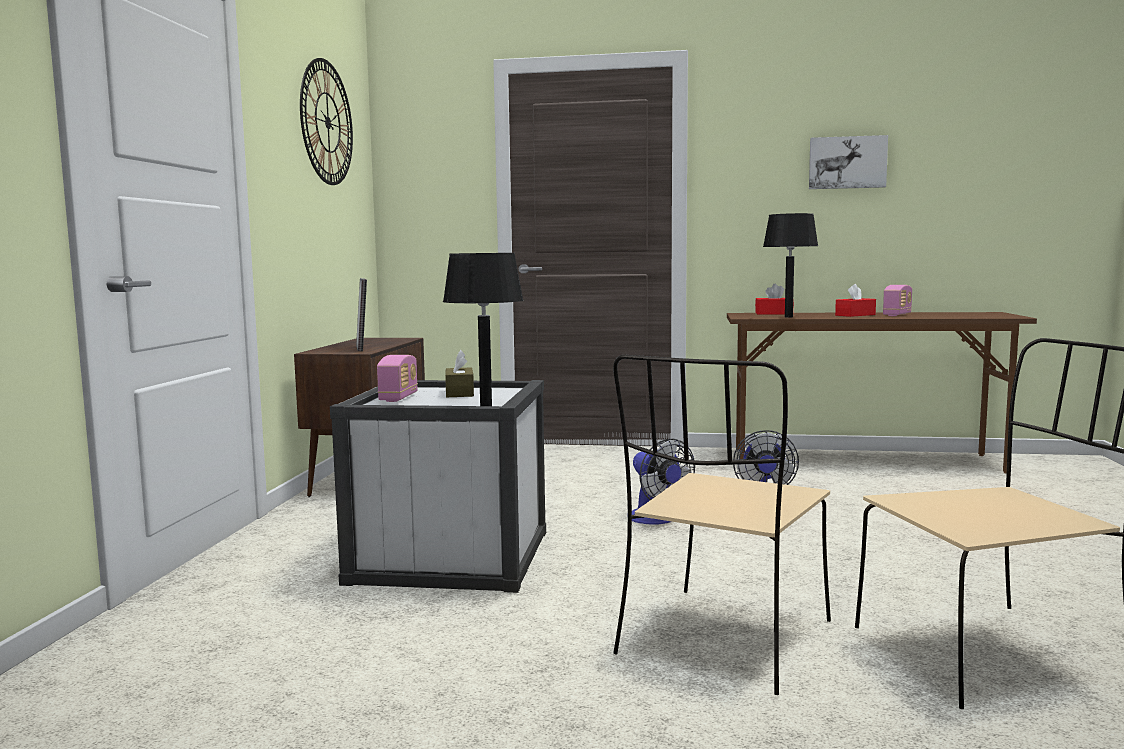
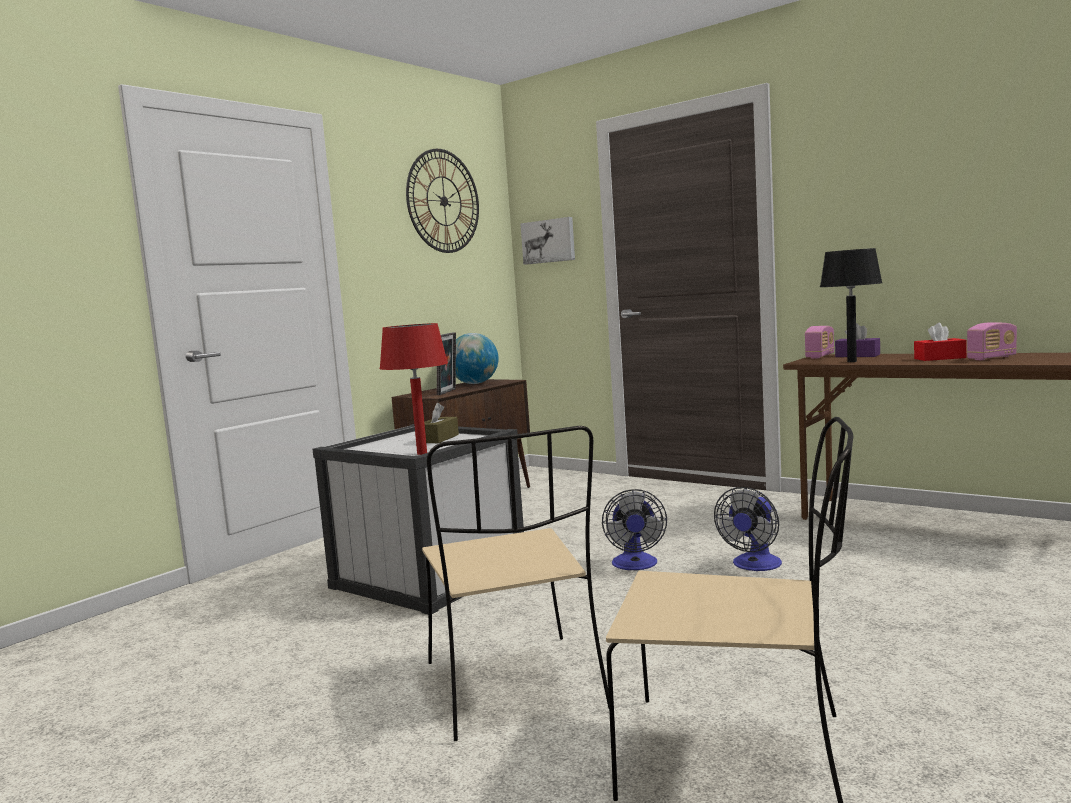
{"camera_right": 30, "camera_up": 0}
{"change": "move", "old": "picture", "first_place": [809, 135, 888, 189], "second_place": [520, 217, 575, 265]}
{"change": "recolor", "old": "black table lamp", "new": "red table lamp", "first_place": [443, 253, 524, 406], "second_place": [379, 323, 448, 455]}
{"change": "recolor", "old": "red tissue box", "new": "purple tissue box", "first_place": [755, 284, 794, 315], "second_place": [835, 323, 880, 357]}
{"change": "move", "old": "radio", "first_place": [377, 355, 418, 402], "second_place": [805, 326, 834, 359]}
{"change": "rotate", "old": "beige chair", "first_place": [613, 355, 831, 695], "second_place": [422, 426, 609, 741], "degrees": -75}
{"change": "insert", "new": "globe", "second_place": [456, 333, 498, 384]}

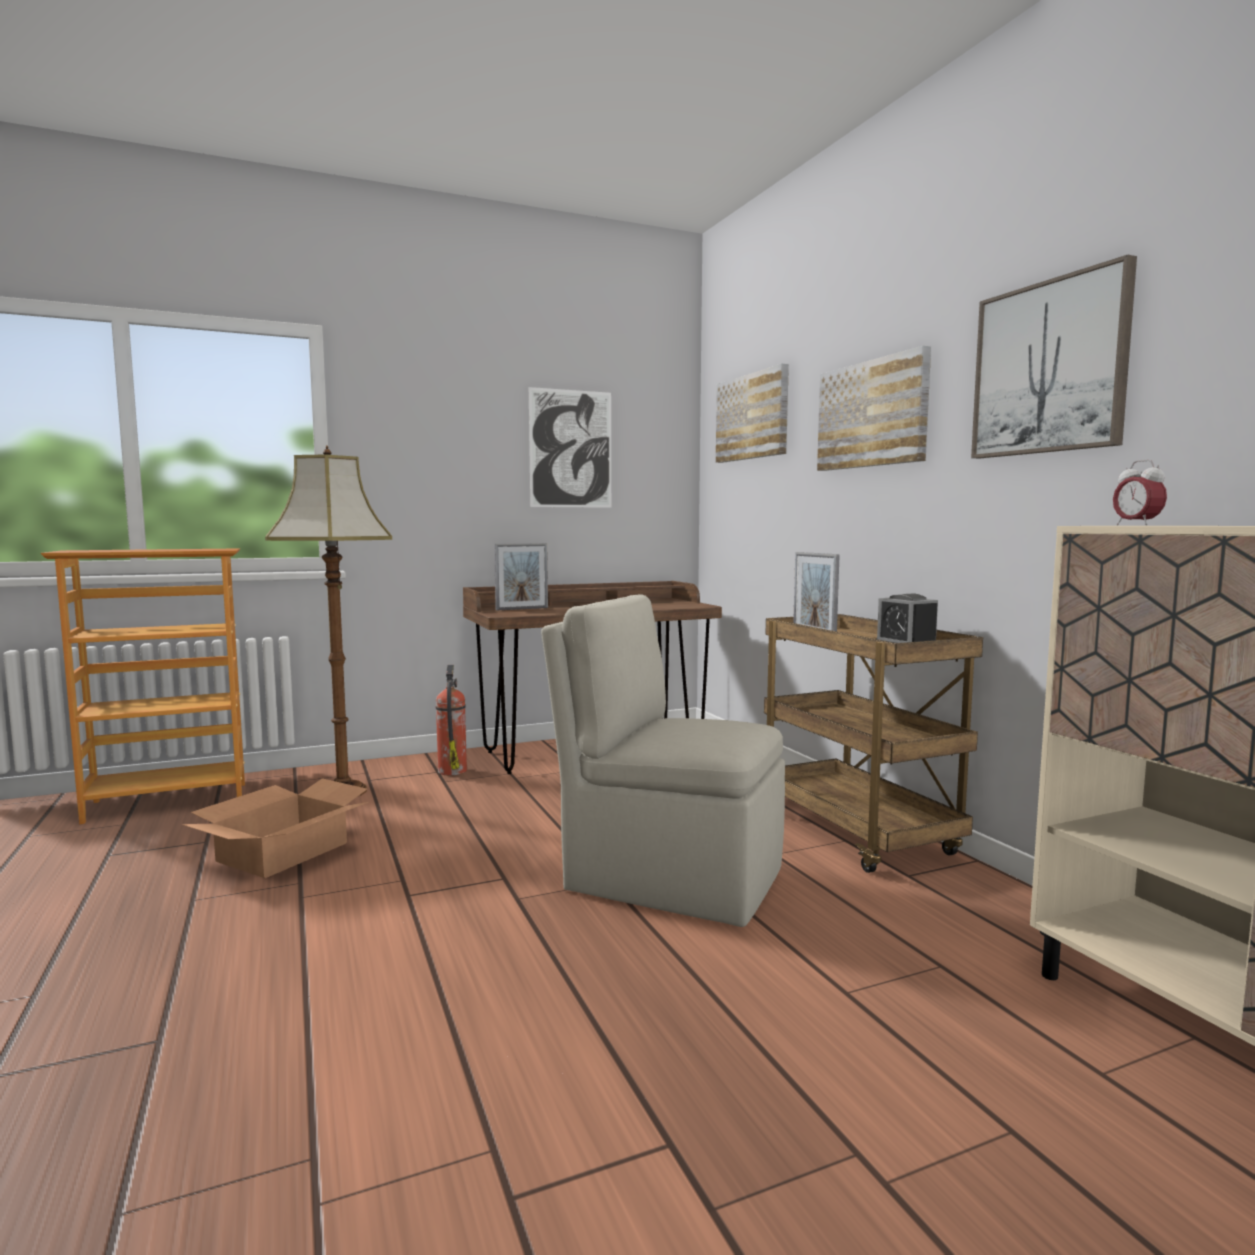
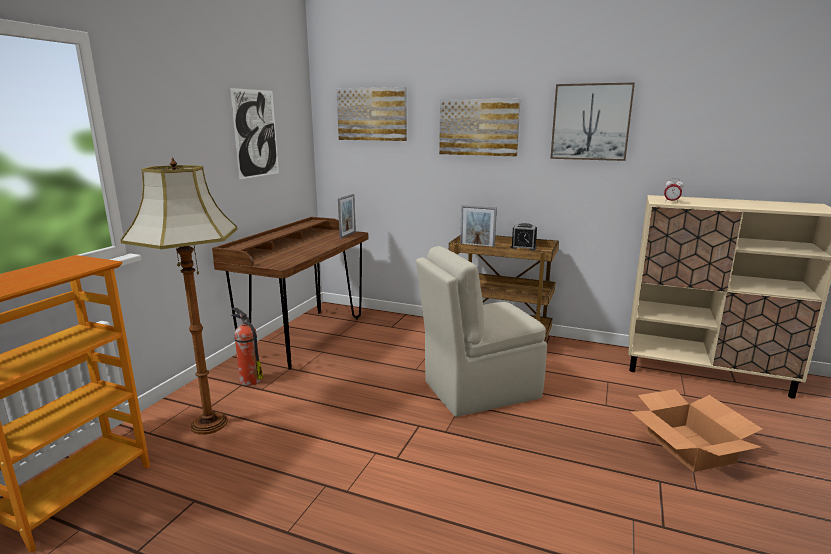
{"camera_right": -45, "camera_up": 10}
{"change": "move", "old": "picture frame", "first_place": [494, 543, 548, 610], "second_place": [338, 194, 356, 239]}
{"change": "move", "old": "cardboard box", "first_place": [181, 778, 368, 878], "second_place": [631, 389, 762, 472]}

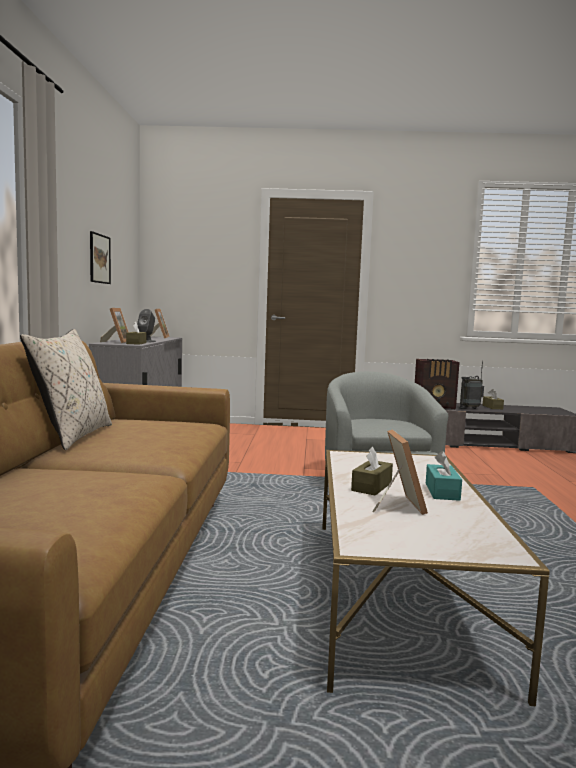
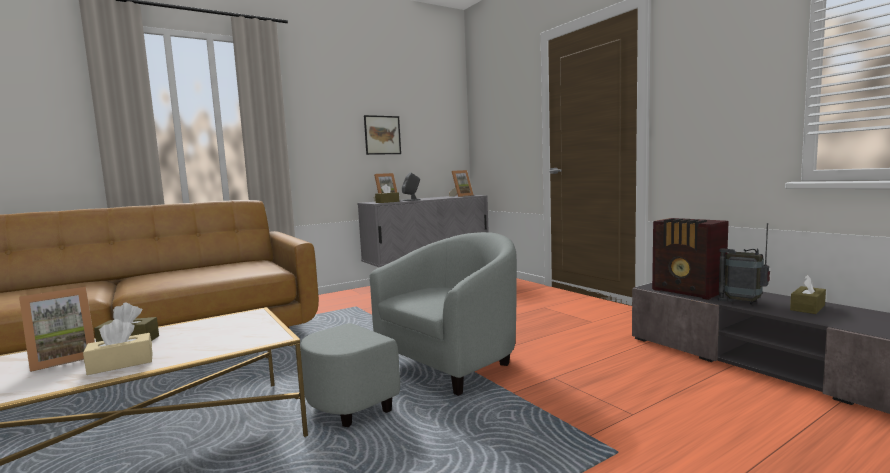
{"camera_right": 55, "camera_up": 0}
{"change": "delete", "old": "beige pillow", "first_place": [20, 329, 112, 450]}
{"change": "recolor", "old": "turquoise tissue box", "new": "beige tissue box", "first_place": [426, 451, 462, 501], "second_place": [83, 319, 153, 375]}

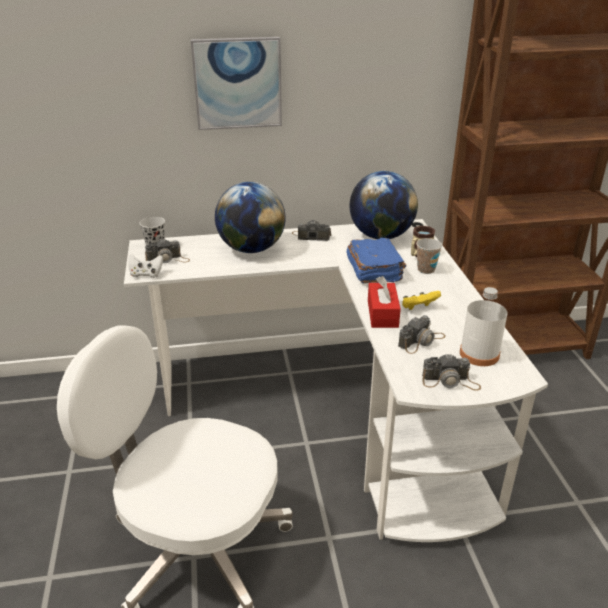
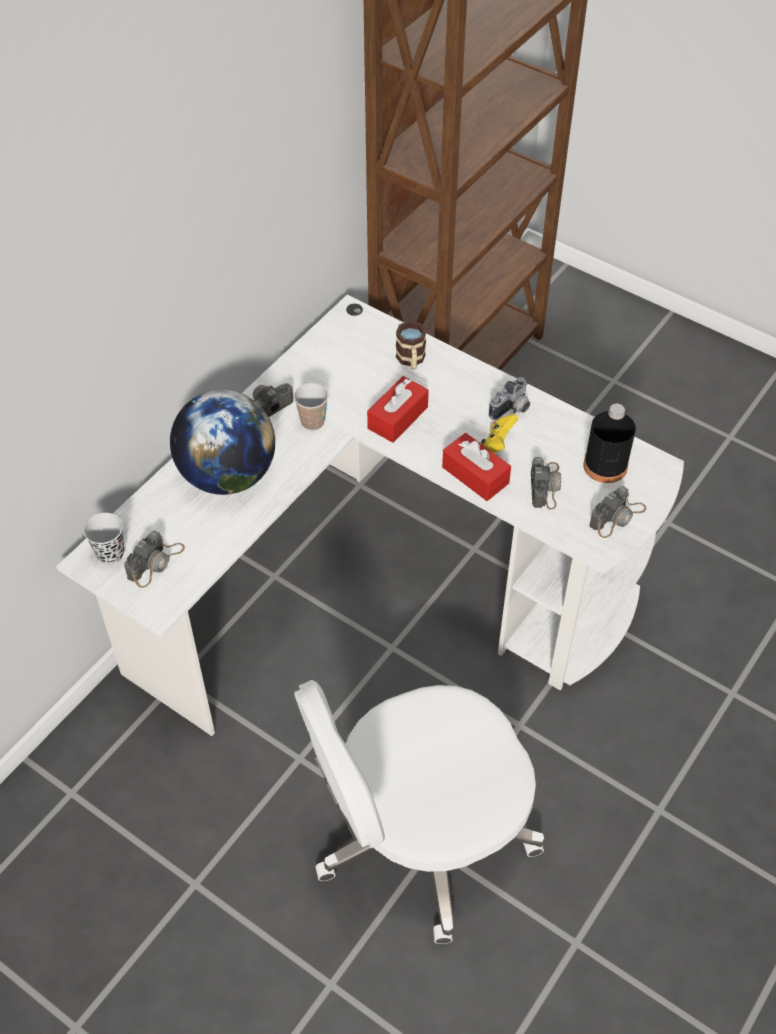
{"camera_right": -45, "camera_up": 20}
{"change": "delete", "old": "picture", "first_place": [191, 37, 282, 130]}
{"change": "delete", "old": "globe", "first_place": [350, 171, 418, 239]}
{"change": "replace", "old": "blue book", "new": "red tissue box", "first_place": [346, 238, 406, 283], "second_place": [367, 376, 429, 443]}
{"change": "move", "old": "cup", "first_place": [416, 238, 442, 274], "second_place": [294, 383, 328, 430]}
{"change": "delete", "old": "white game controller", "first_place": [128, 254, 163, 278]}
{"change": "recolor", "old": "white bottle", "new": "black bottle", "first_place": [460, 287, 507, 366], "second_place": [583, 403, 636, 483]}
{"change": "insert", "new": "photo camera", "second_place": [489, 377, 530, 420]}

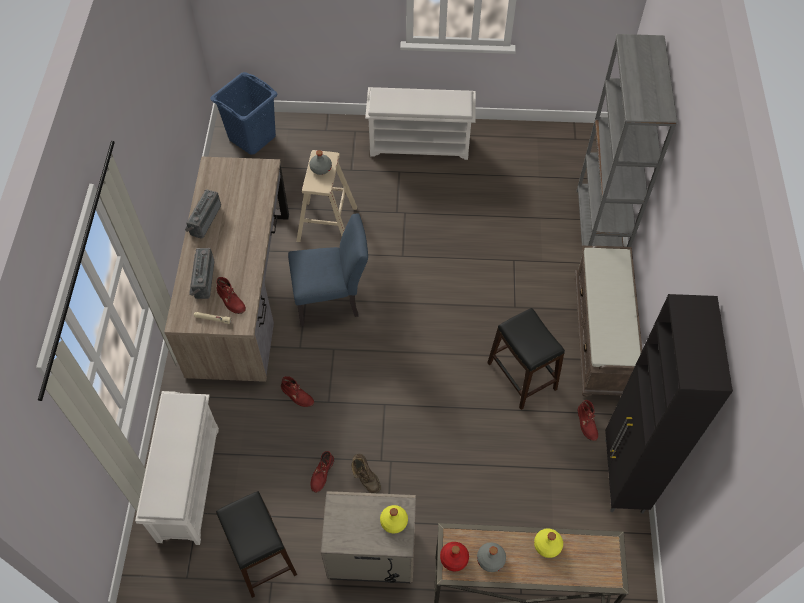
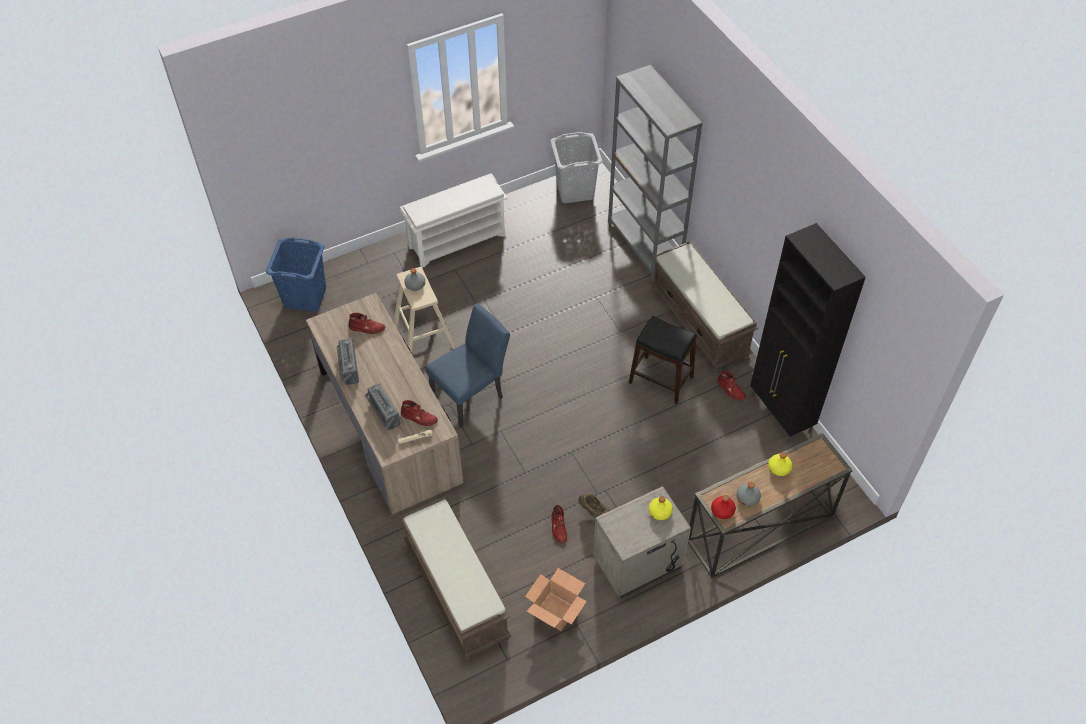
{"camera_right": -30, "camera_up": -5}
{"change": "move", "old": "red boot", "first_place": [281, 376, 314, 407], "second_place": [349, 313, 385, 334]}
{"change": "replace", "old": "white shoe rack", "new": "brown bench", "first_place": [135, 391, 219, 545], "second_place": [399, 496, 512, 660]}
{"change": "replace", "old": "black stool", "new": "cardboard box", "first_place": [216, 491, 297, 598], "second_place": [525, 568, 587, 631]}
{"change": "insert", "new": "grey laundry basket", "second_place": [551, 132, 602, 203]}

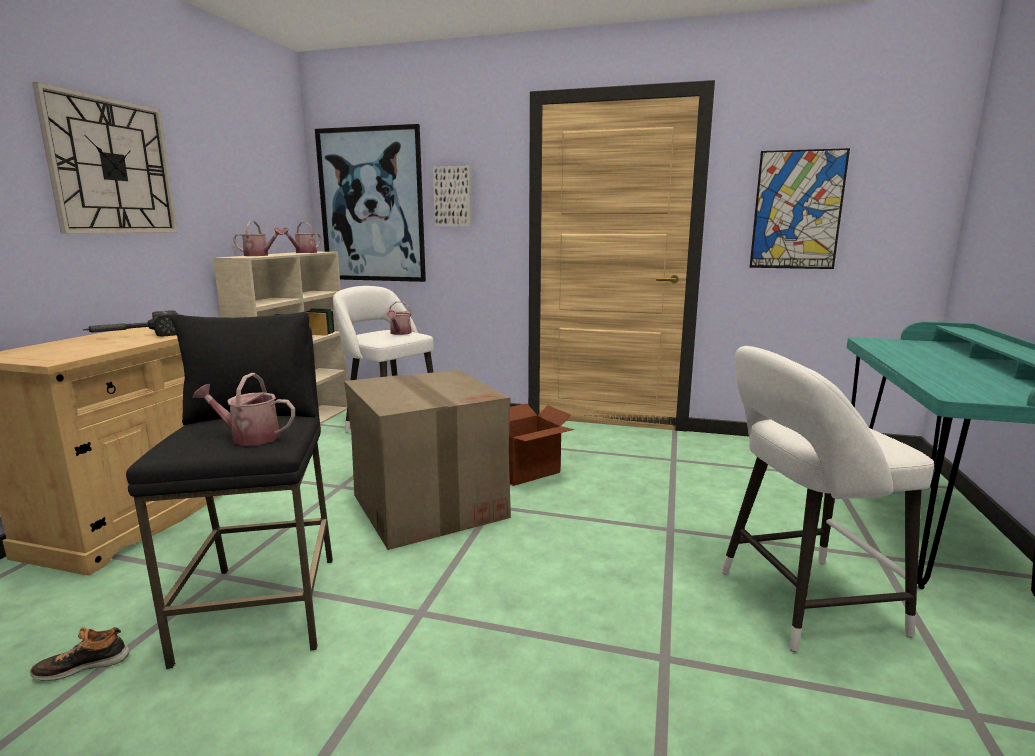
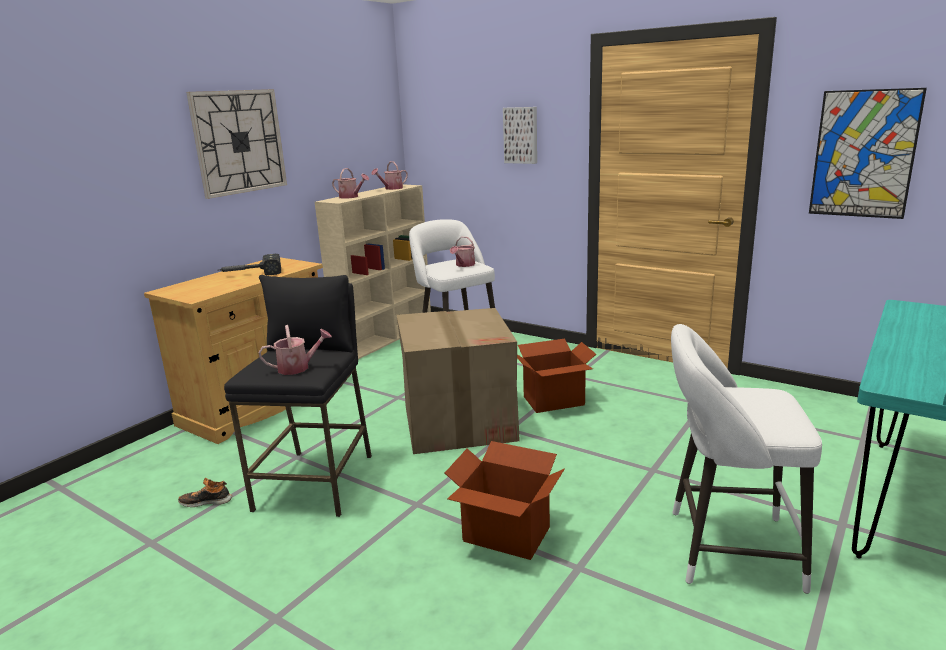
{"camera_right": 20, "camera_up": 5}
{"change": "delete", "old": "picture", "first_place": [315, 124, 426, 282]}
{"change": "rotate", "old": "watering can", "first_place": [192, 373, 295, 446], "second_place": [259, 325, 332, 375], "degrees": 135}
{"change": "insert", "new": "cardboard box", "second_place": [445, 441, 565, 560]}

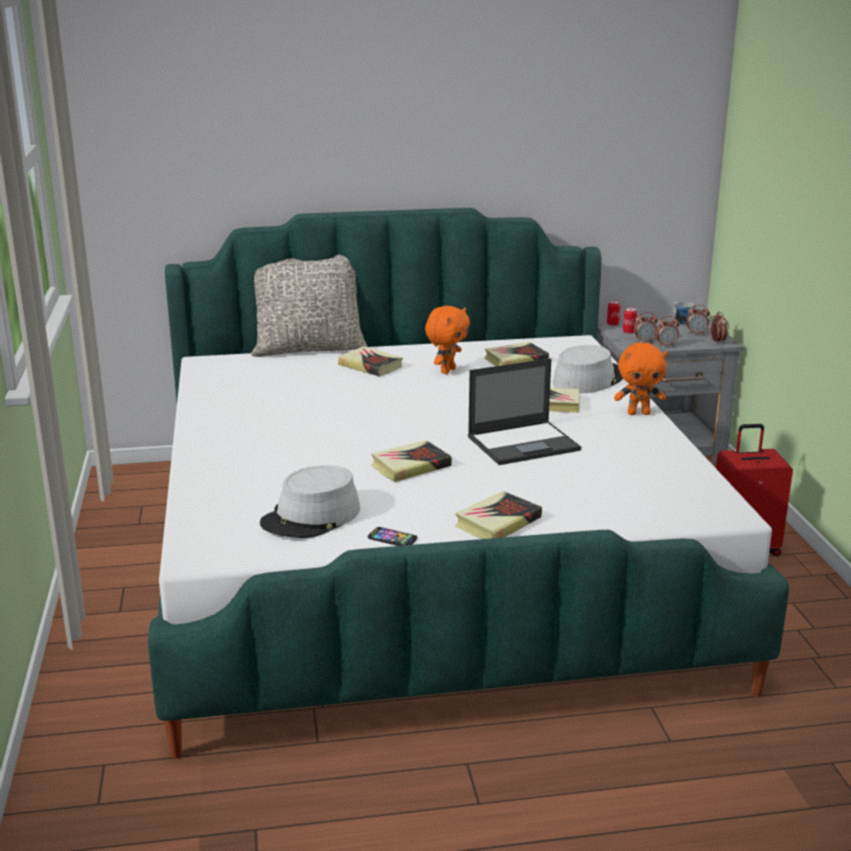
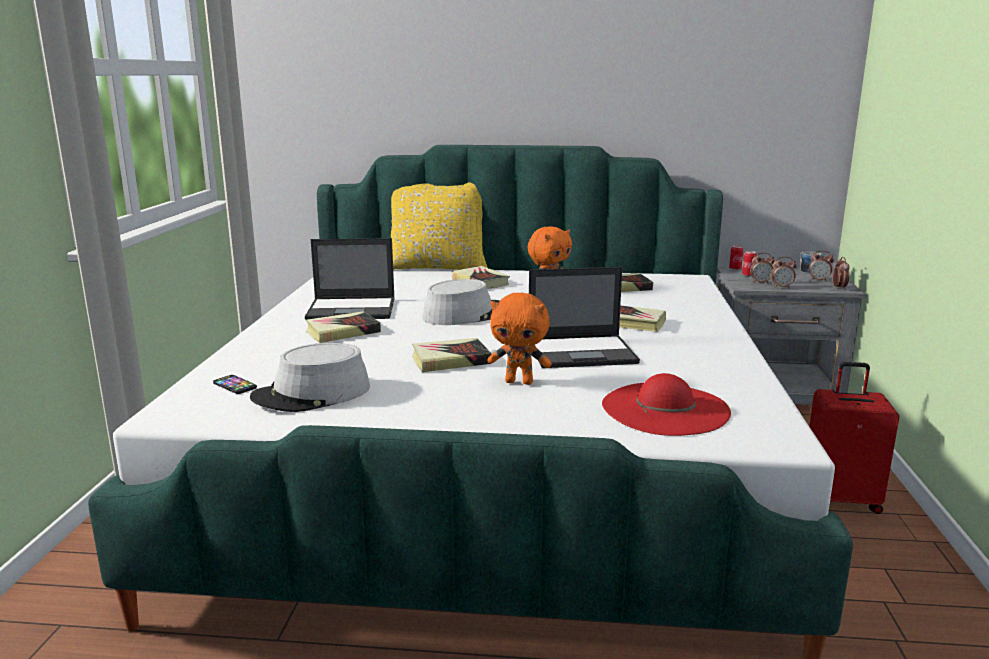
{"camera_right": 15, "camera_up": -5}
{"change": "recolor", "old": "grey pillow", "new": "yellow pillow", "first_place": [251, 255, 368, 357], "second_place": [391, 182, 488, 270]}
{"change": "move", "old": "orange plush toy", "first_place": [614, 342, 668, 415], "second_place": [487, 292, 552, 385]}
{"change": "move", "old": "grey hat", "first_place": [553, 345, 623, 394], "second_place": [423, 279, 500, 325]}
{"change": "move", "old": "book", "first_place": [455, 491, 542, 539], "second_place": [306, 311, 381, 343]}
{"change": "move", "old": "phone", "first_place": [368, 527, 417, 546], "second_place": [213, 375, 257, 394]}
{"change": "insert", "new": "laptop", "second_place": [305, 238, 395, 320]}
{"change": "insert", "new": "red hat", "second_place": [602, 373, 731, 436]}

